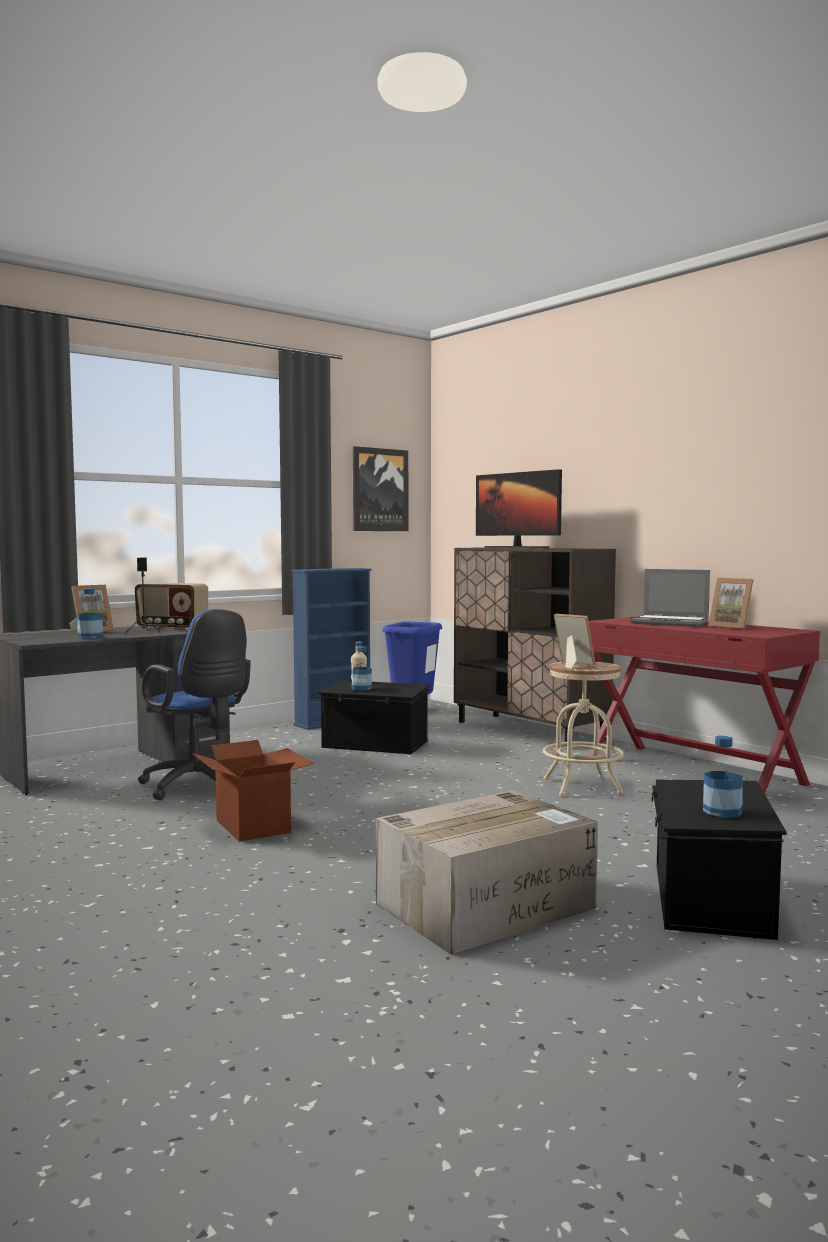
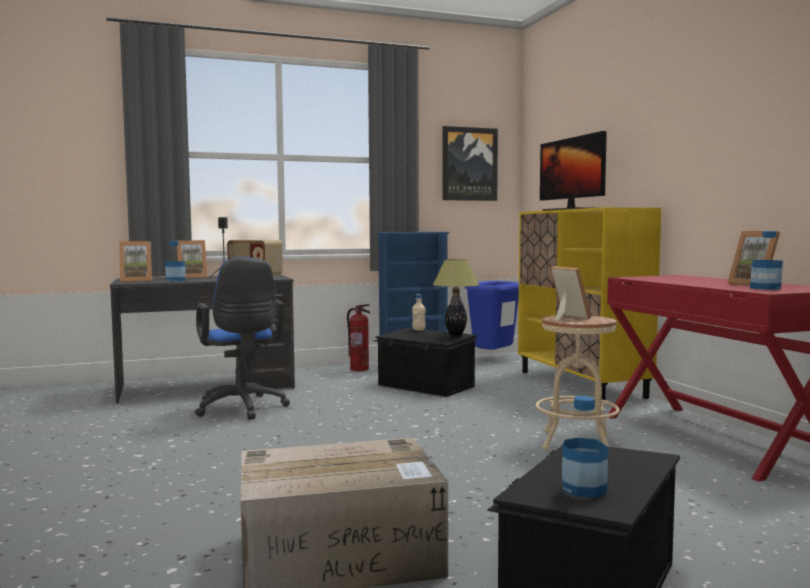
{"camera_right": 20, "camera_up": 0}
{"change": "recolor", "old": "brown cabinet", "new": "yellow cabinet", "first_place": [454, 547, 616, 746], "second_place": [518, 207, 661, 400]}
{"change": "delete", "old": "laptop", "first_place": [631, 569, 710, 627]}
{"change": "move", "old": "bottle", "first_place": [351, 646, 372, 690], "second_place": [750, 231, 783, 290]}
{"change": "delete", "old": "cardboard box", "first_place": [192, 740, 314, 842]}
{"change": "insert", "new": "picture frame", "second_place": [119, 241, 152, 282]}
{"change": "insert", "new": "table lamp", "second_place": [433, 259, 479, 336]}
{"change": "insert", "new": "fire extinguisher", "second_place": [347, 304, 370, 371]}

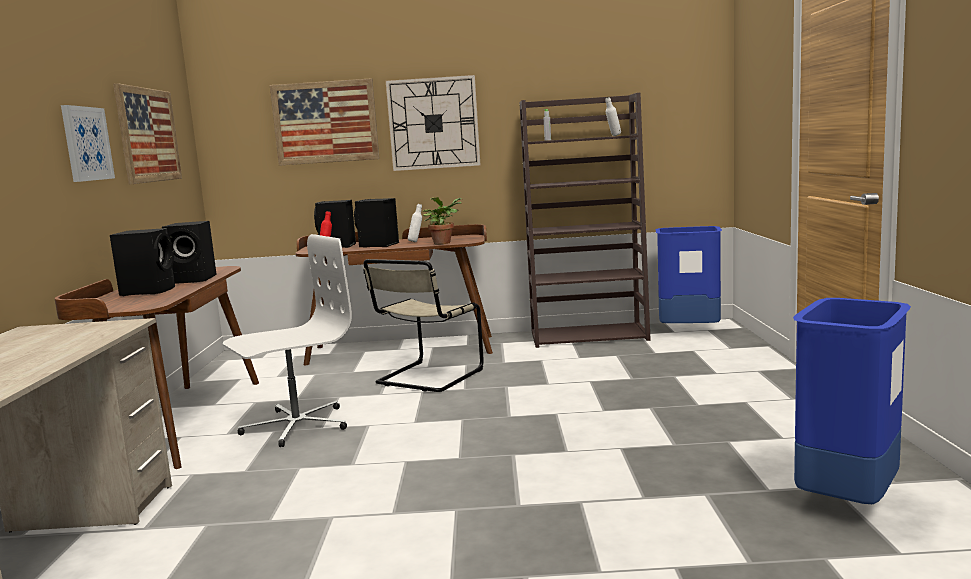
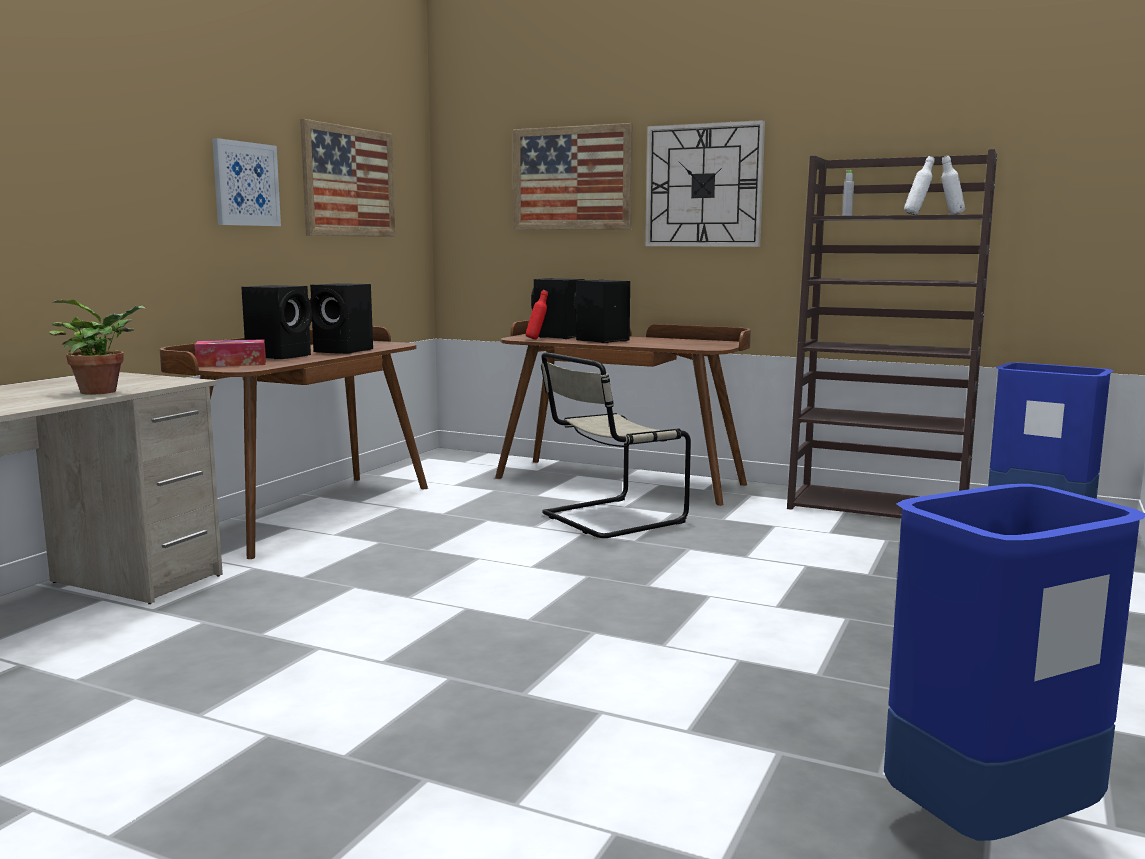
{"camera_right": 25, "camera_up": 0}
{"change": "move", "old": "potted plant", "first_place": [423, 197, 462, 244], "second_place": [49, 300, 146, 395]}
{"change": "move", "old": "white bottle", "first_place": [408, 204, 422, 242], "second_place": [904, 156, 935, 215]}
{"change": "delete", "old": "white office chair", "first_place": [223, 234, 352, 447]}
{"change": "insert", "new": "tissue box", "second_place": [195, 339, 266, 367]}

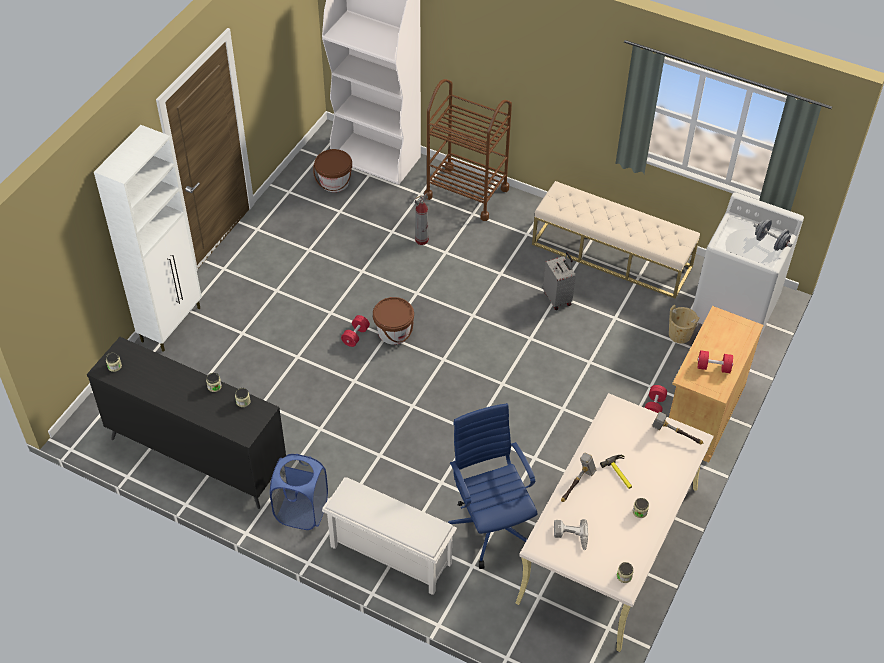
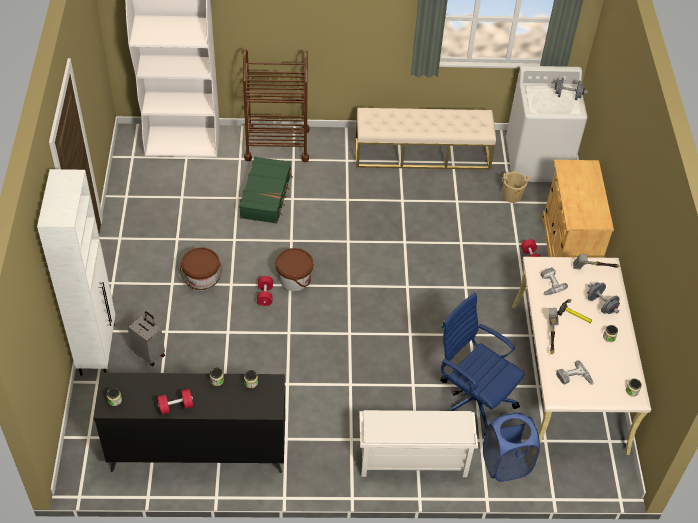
{"camera_right": -30, "camera_up": 0}
{"change": "move", "old": "brown bucket", "first_place": [313, 149, 352, 192], "second_place": [180, 247, 222, 291]}
{"change": "replace", "old": "fire extinguisher", "new": "green suitcase", "first_place": [415, 194, 429, 245], "second_place": [239, 156, 293, 224]}
{"change": "move", "old": "grey suitcase", "first_place": [543, 253, 576, 310], "second_place": [127, 311, 165, 366]}
{"change": "move", "old": "red dumbbell", "first_place": [697, 350, 733, 373], "second_place": [157, 389, 193, 415]}
{"change": "move", "old": "blue laundry basket", "first_place": [270, 454, 328, 530], "second_place": [483, 412, 540, 482]}
{"change": "insert", "new": "power drill", "second_place": [541, 267, 568, 295]}
{"change": "insert", "new": "grey dumbbell", "second_place": [587, 282, 620, 314]}

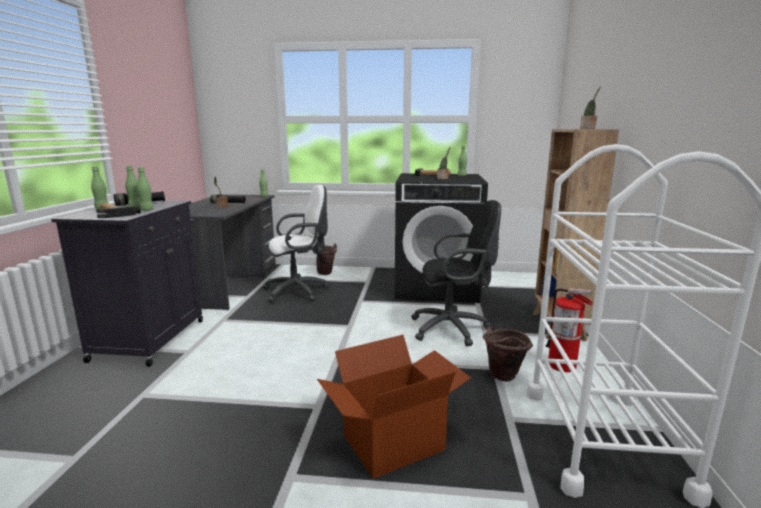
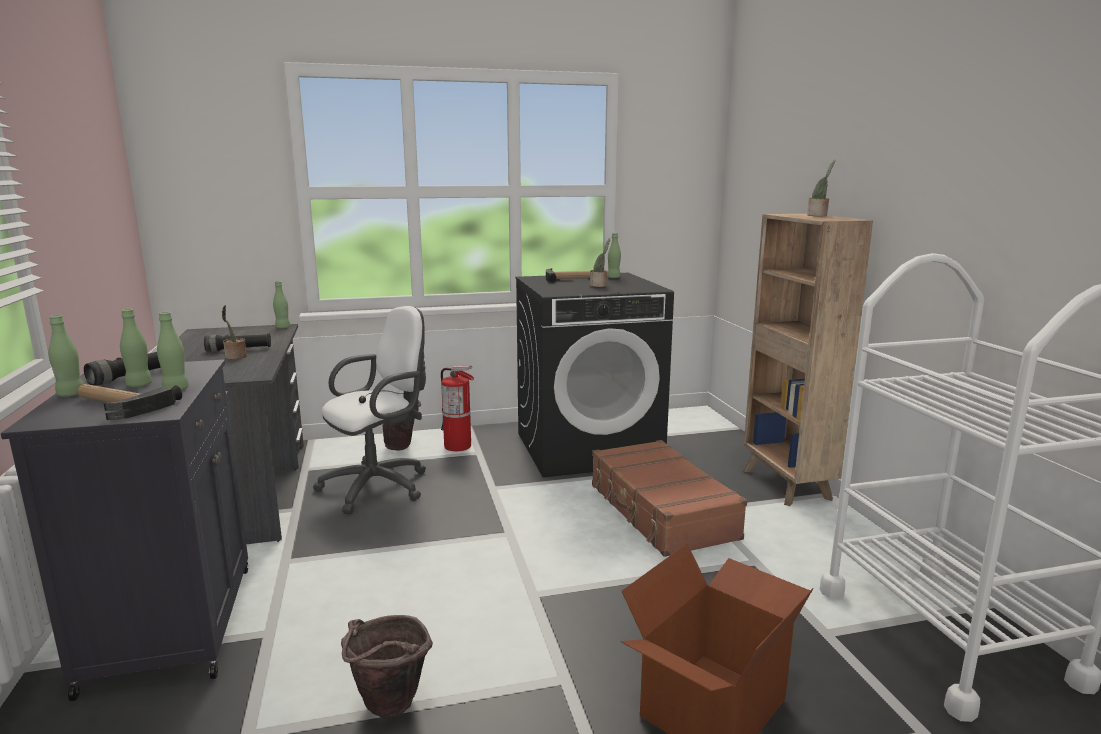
{"camera_right": -20, "camera_up": 0}
{"change": "replace", "old": "black office chair", "new": "brown suitcase", "first_place": [411, 200, 501, 346], "second_place": [592, 440, 747, 557]}
{"change": "move", "old": "fire extinguisher", "first_place": [546, 288, 593, 372], "second_place": [441, 366, 474, 451]}
{"change": "move", "old": "brown bucket", "first_place": [483, 327, 533, 382], "second_place": [341, 615, 433, 718]}

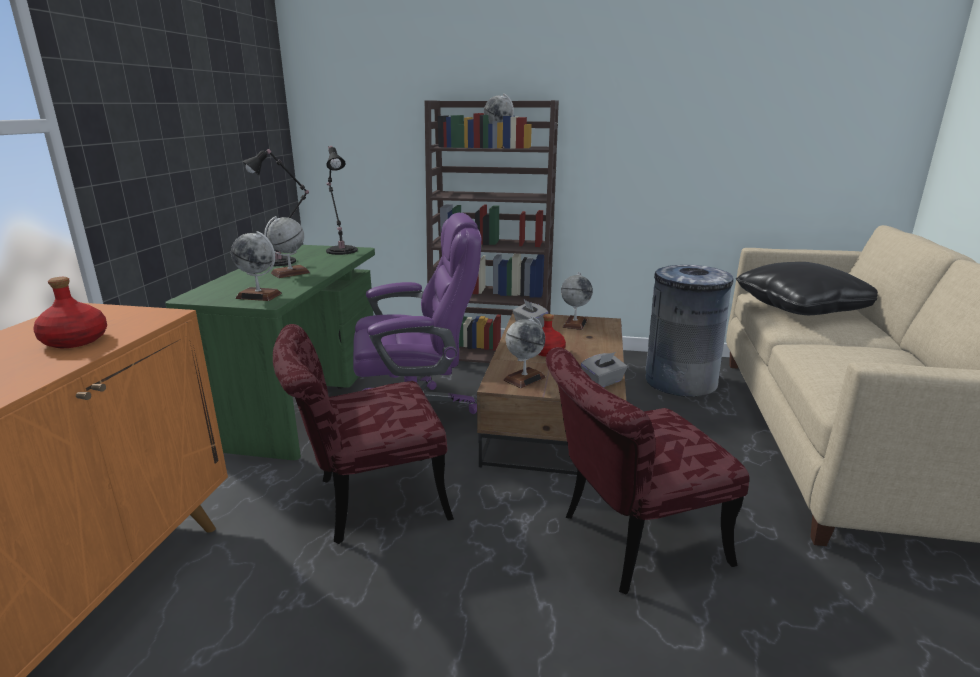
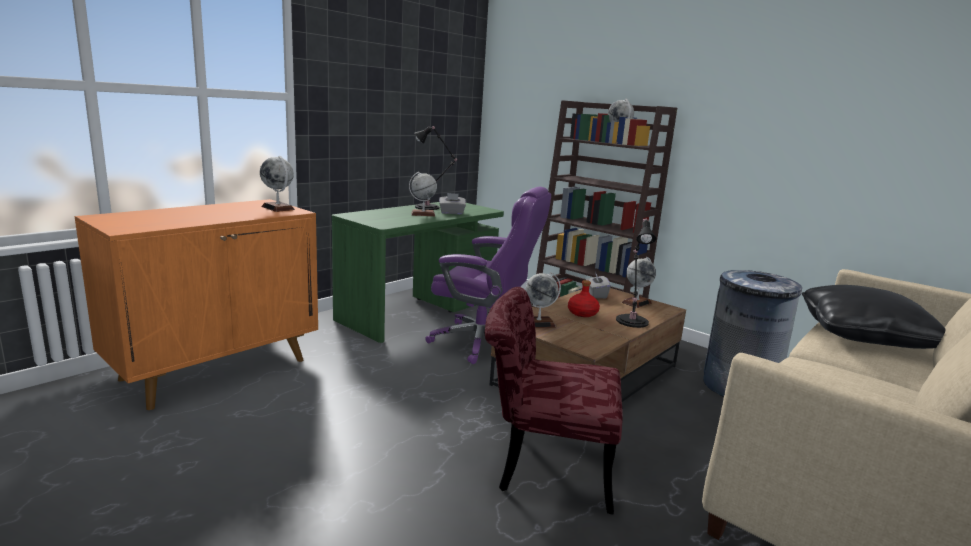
{"camera_right": 30, "camera_up": -5}
{"change": "move", "old": "black table lamp", "first_place": [326, 146, 358, 255], "second_place": [616, 218, 656, 328]}
{"change": "move", "old": "globe", "first_place": [231, 231, 282, 301], "second_place": [260, 156, 295, 212]}
{"change": "delete", "old": "red bottle", "first_place": [33, 277, 107, 348]}
{"change": "delete", "old": "red chair", "first_place": [273, 324, 454, 544]}
{"change": "move", "old": "grey tissue box", "first_place": [581, 352, 628, 388], "second_place": [439, 193, 466, 215]}

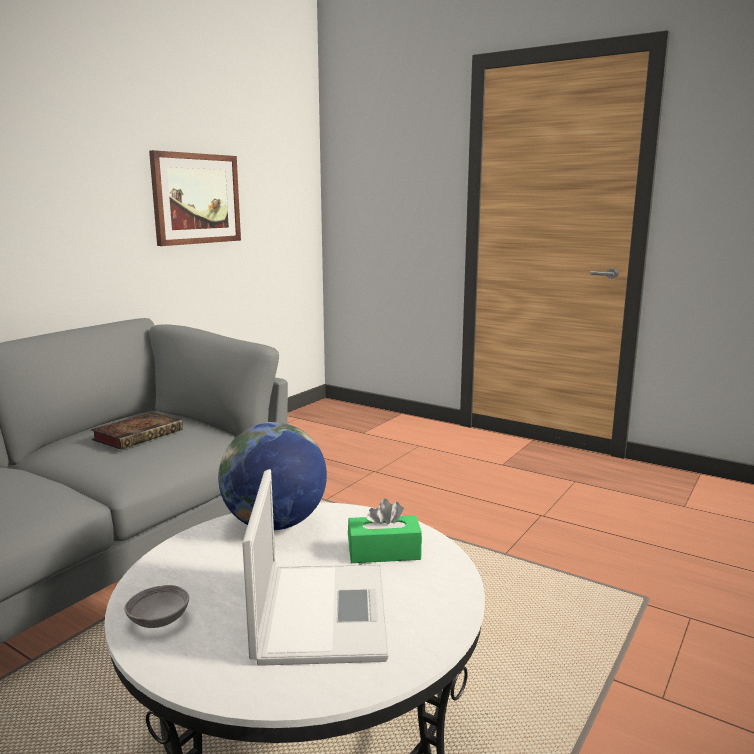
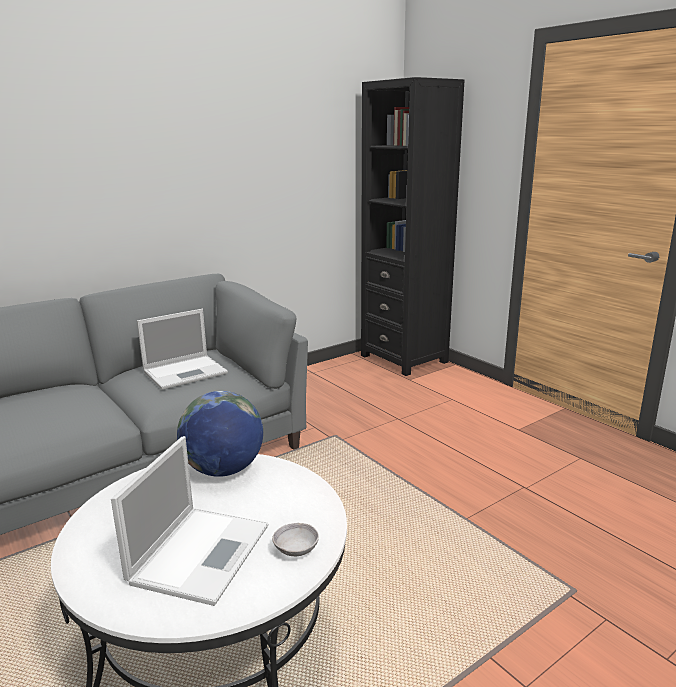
{"camera_right": 20, "camera_up": 5}
{"change": "delete", "old": "picture", "first_place": [149, 150, 241, 246]}
{"change": "replace", "old": "book", "new": "laptop", "first_place": [91, 412, 183, 449], "second_place": [137, 309, 228, 390]}
{"change": "delete", "old": "green tissue box", "first_place": [348, 499, 422, 563]}
{"change": "move", "old": "grey bowl", "first_place": [124, 585, 189, 628], "second_place": [272, 523, 319, 556]}
{"change": "insert", "new": "black bookcase", "second_place": [361, 77, 465, 376]}

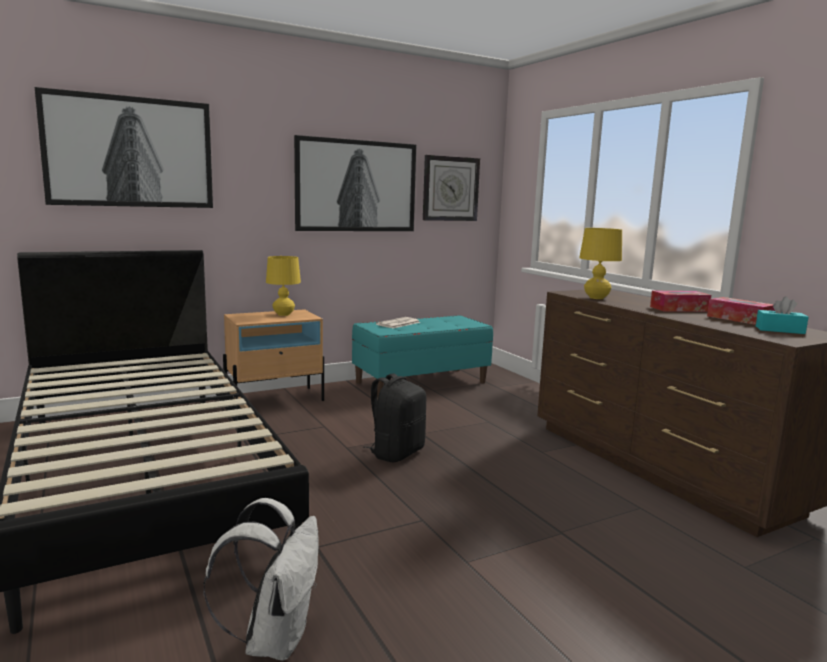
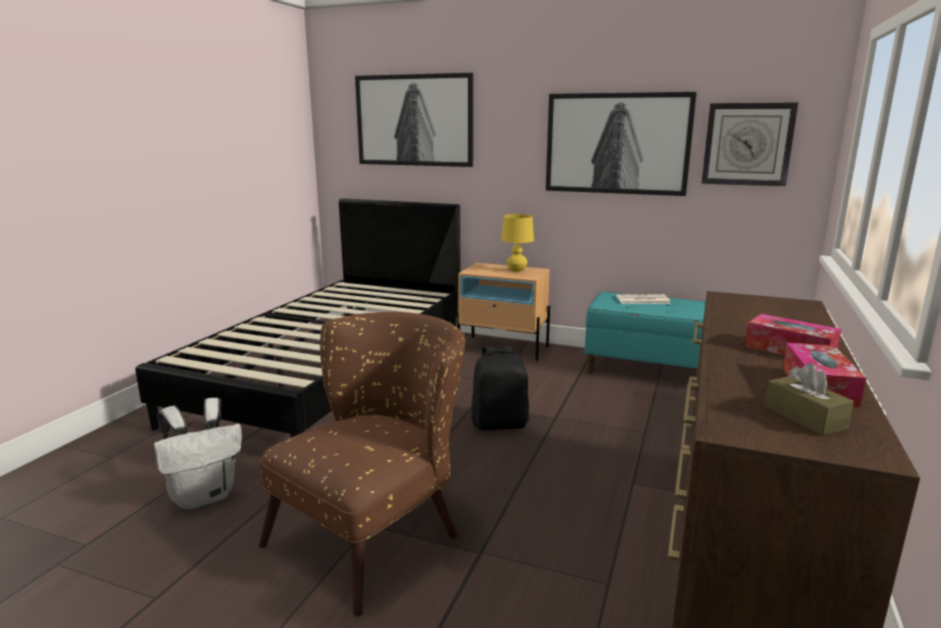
{"camera_right": 50, "camera_up": 5}
{"change": "delete", "old": "yellow table lamp", "first_place": [579, 228, 622, 299]}
{"change": "recolor", "old": "turquoise tissue box", "new": "brown tissue box", "first_place": [756, 297, 809, 334], "second_place": [765, 363, 854, 436]}
{"change": "insert", "new": "brown armchair", "second_place": [258, 312, 466, 616]}

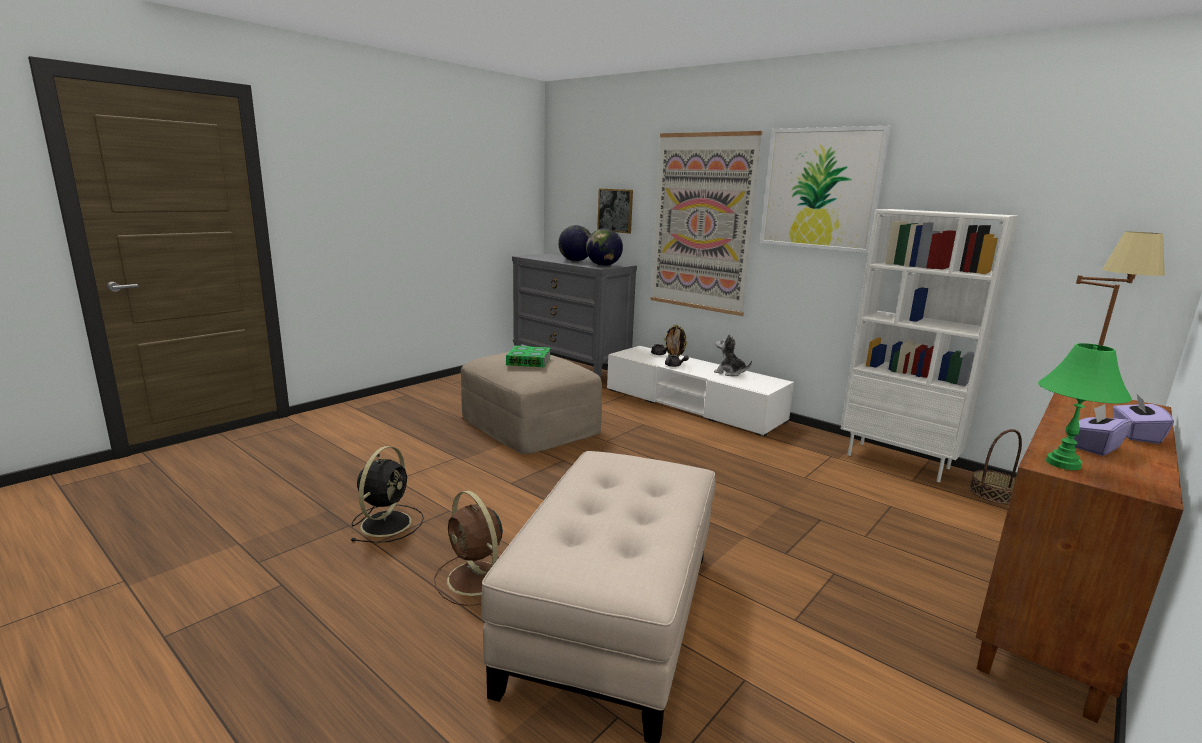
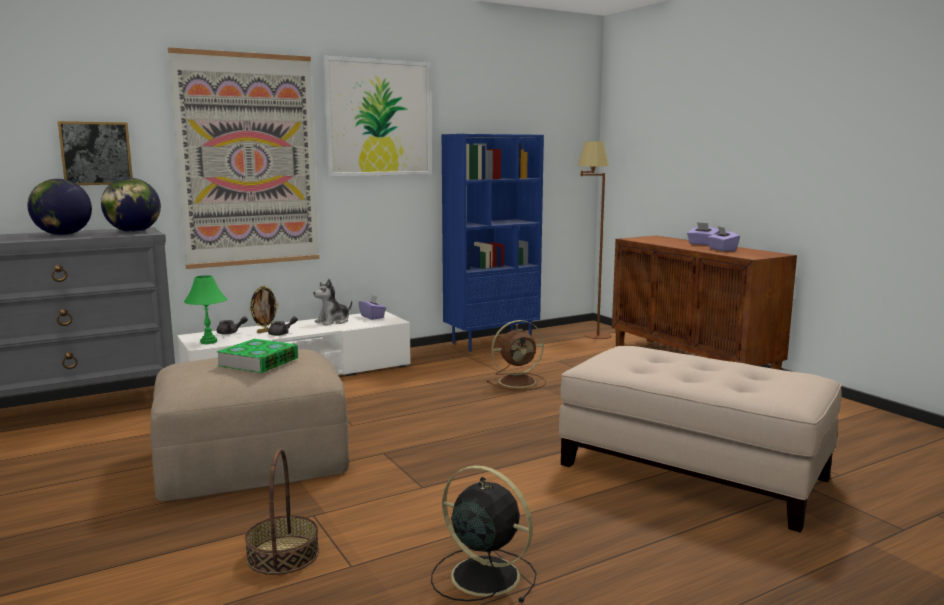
{"camera_right": -70, "camera_up": -5}
{"change": "recolor", "old": "white bookcase", "new": "blue bookcase", "first_place": [841, 209, 1019, 482], "second_place": [442, 134, 544, 352]}
{"change": "move", "old": "green table lamp", "first_place": [1038, 343, 1132, 470], "second_place": [184, 275, 227, 344]}
{"change": "move", "old": "basket", "first_place": [969, 429, 1022, 505], "second_place": [245, 449, 319, 575]}
{"change": "move", "old": "brown fan", "first_place": [434, 491, 503, 606], "second_place": [487, 320, 546, 390]}
{"change": "insert", "new": "purple tissue box", "second_place": [359, 295, 386, 320]}

